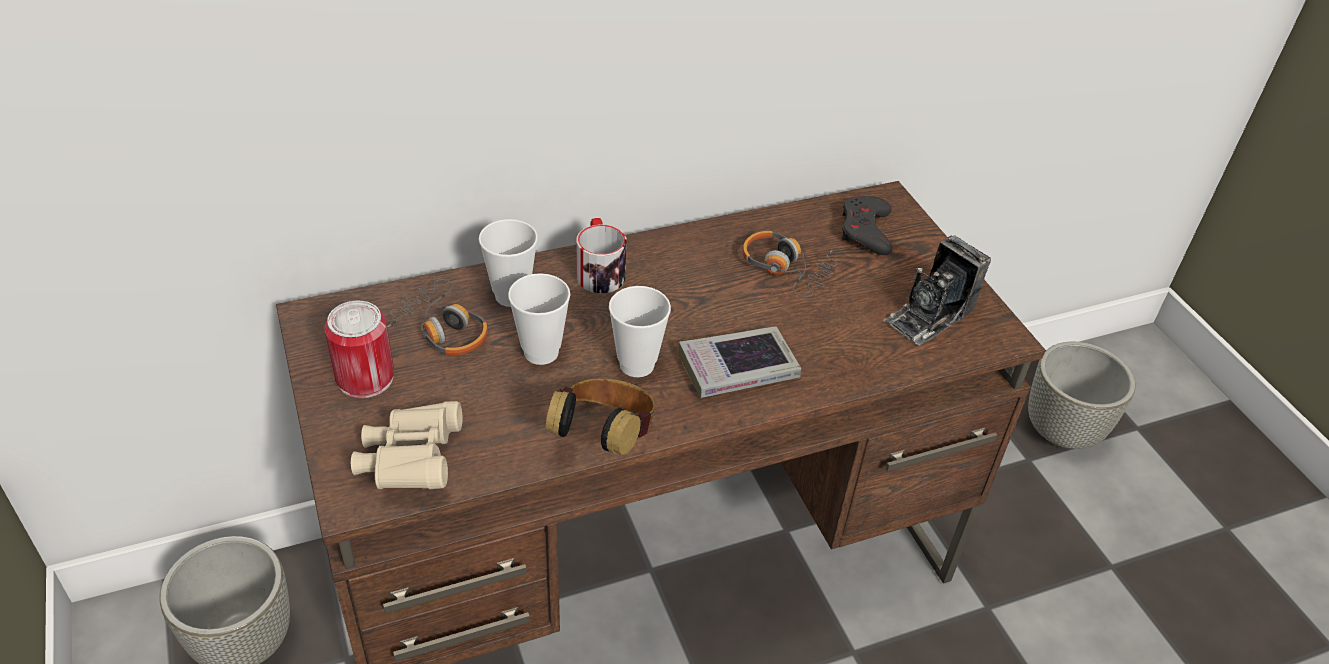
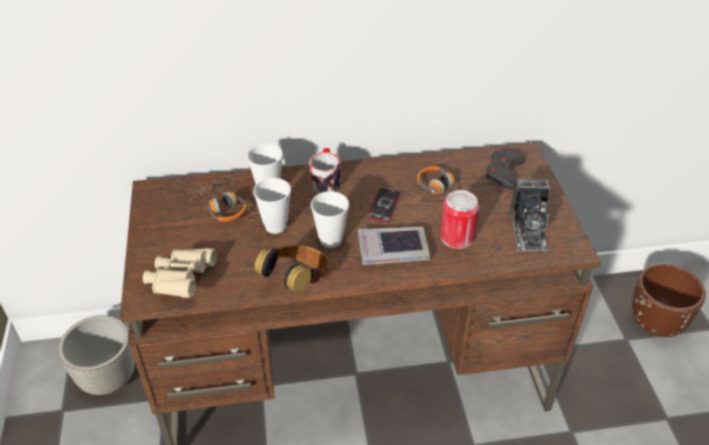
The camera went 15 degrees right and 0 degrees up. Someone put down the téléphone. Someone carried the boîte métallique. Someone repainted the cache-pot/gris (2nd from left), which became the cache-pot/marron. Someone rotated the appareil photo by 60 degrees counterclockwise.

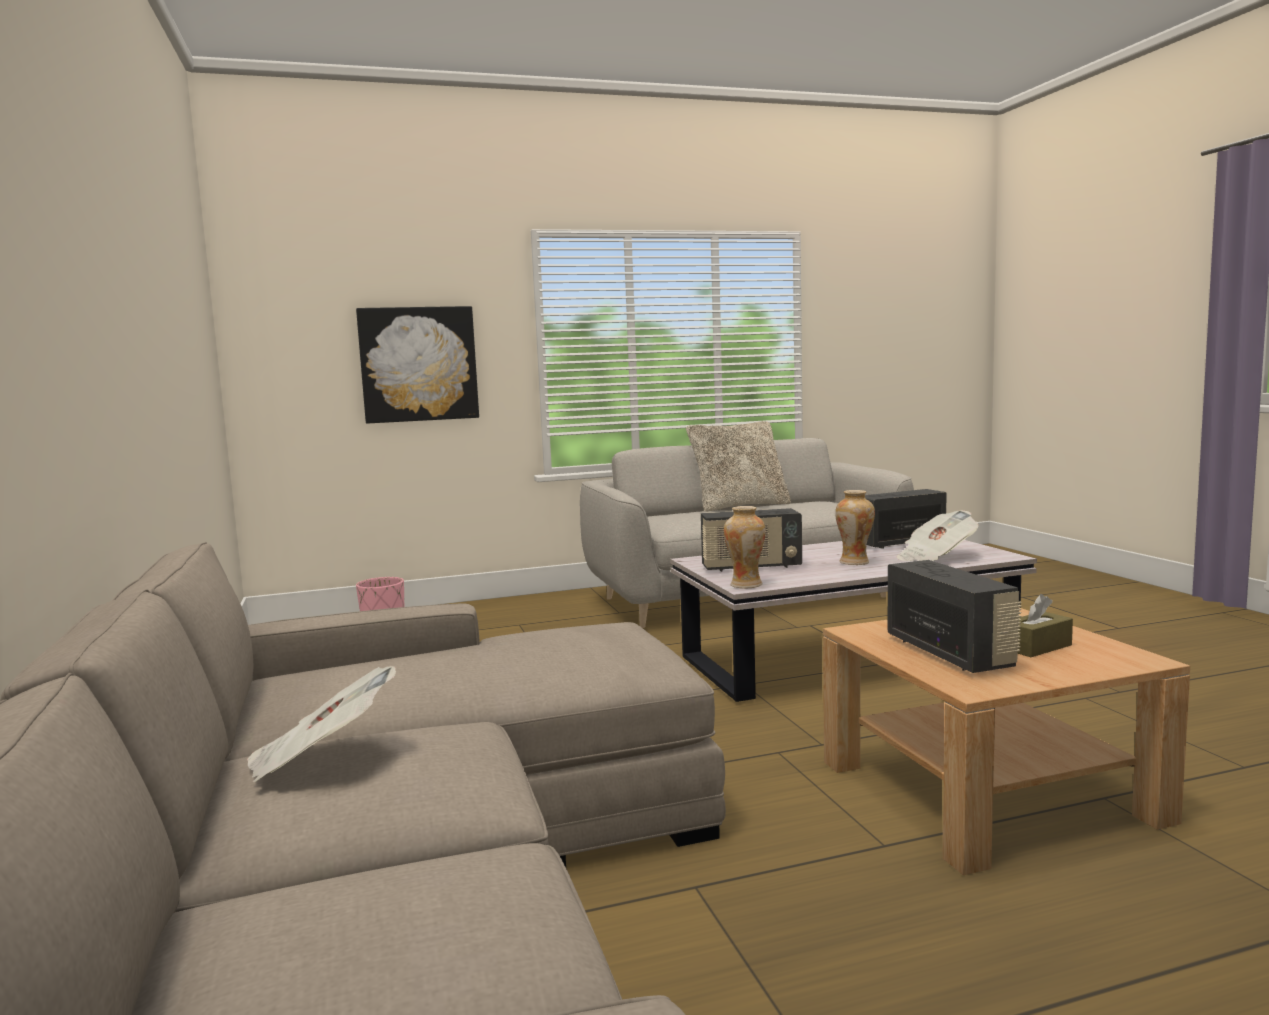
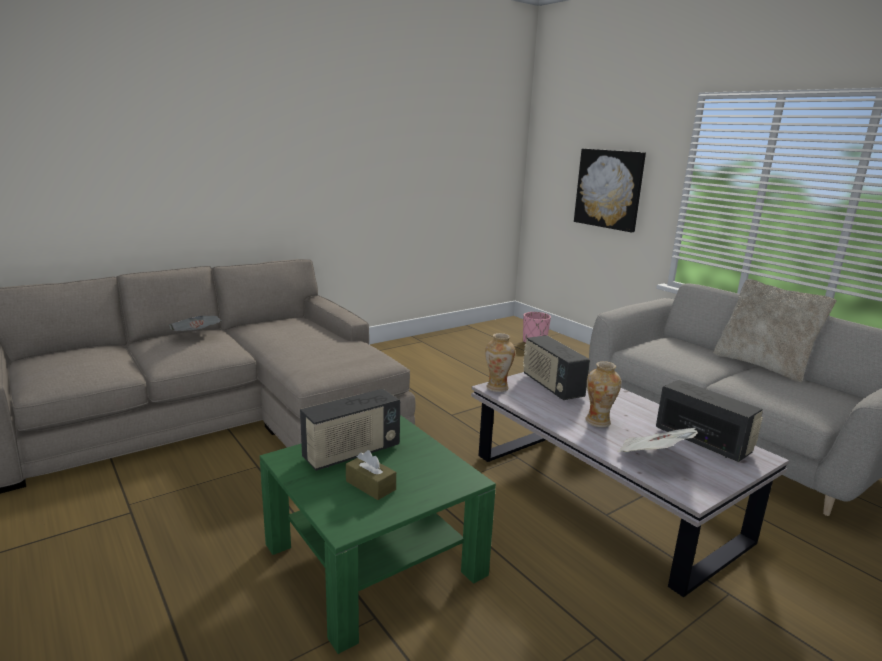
The camera went 70 degrees right and 10 degrees up. Someone repainted the table basse/marron, which became the table basse/vert.

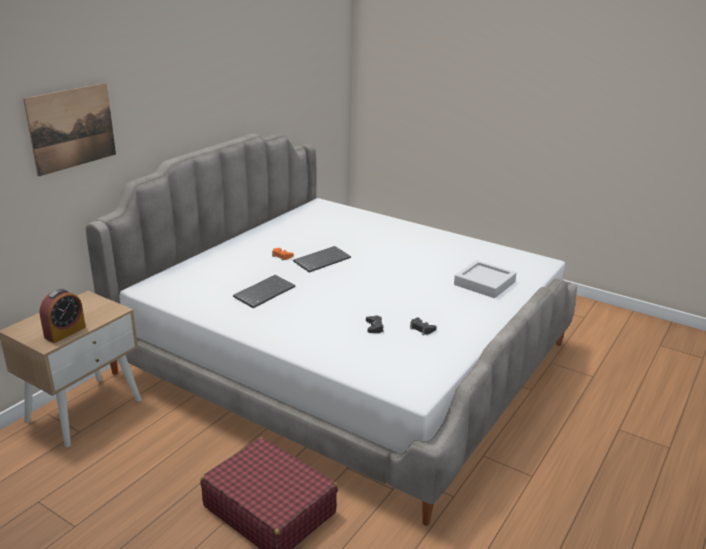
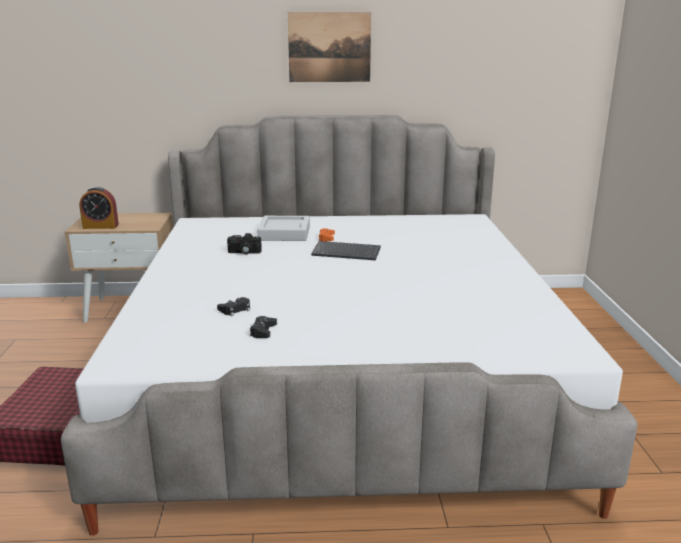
The camera went 55 degrees right and 5 degrees down. Someone carried the tableau. Someone carried the plateau/gris. Someone swapped the clavier (1st from left) for the appareil photo.

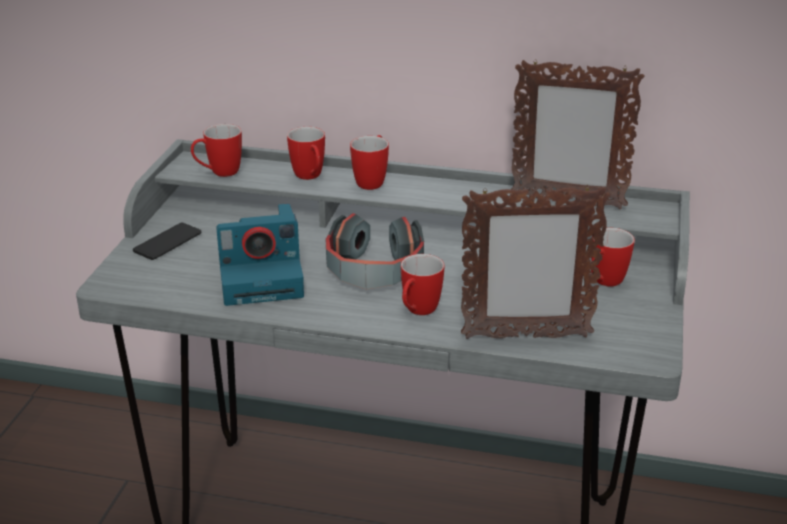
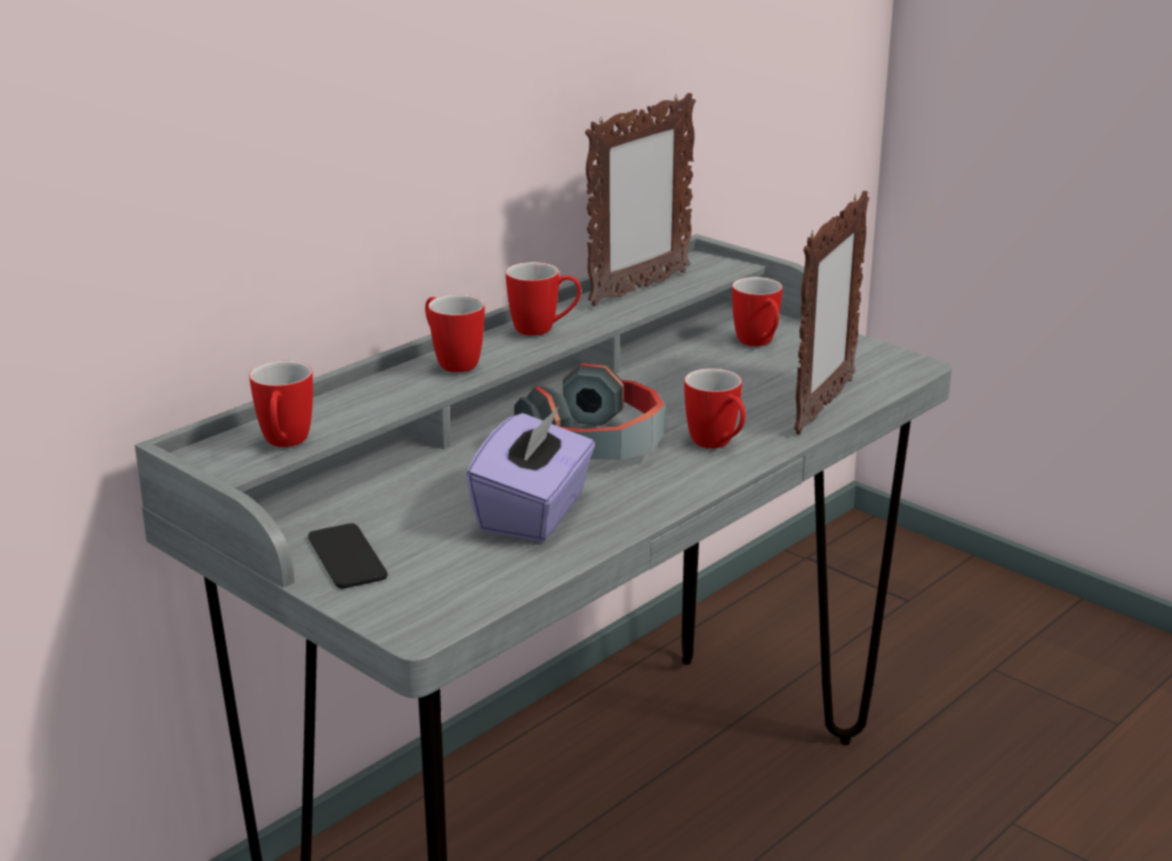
The camera went 60 degrees left and 5 degrees down. Someone carried the mug (2nd from left in the first image). Someone swapped the appareil photo for the boîte à mouchoirs/violet.

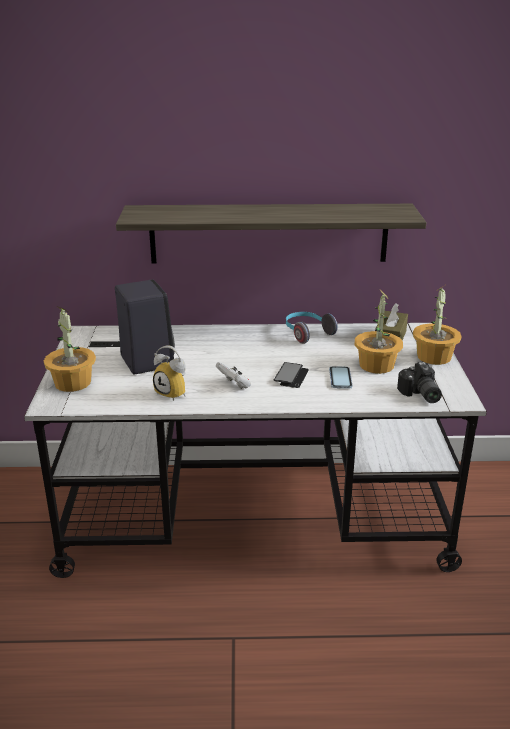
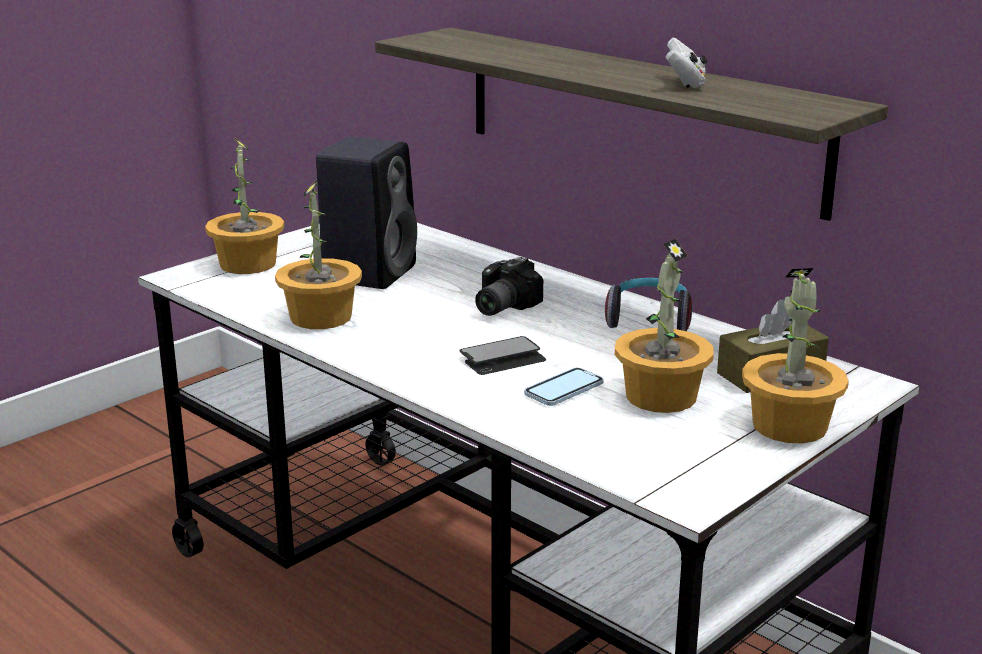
The camera went 45 degrees right and 5 degrees down. Someone carried the manette/blanc. Someone carried the appareil photo. Someone swapped the réveil for the plante en pot (2nd from left).

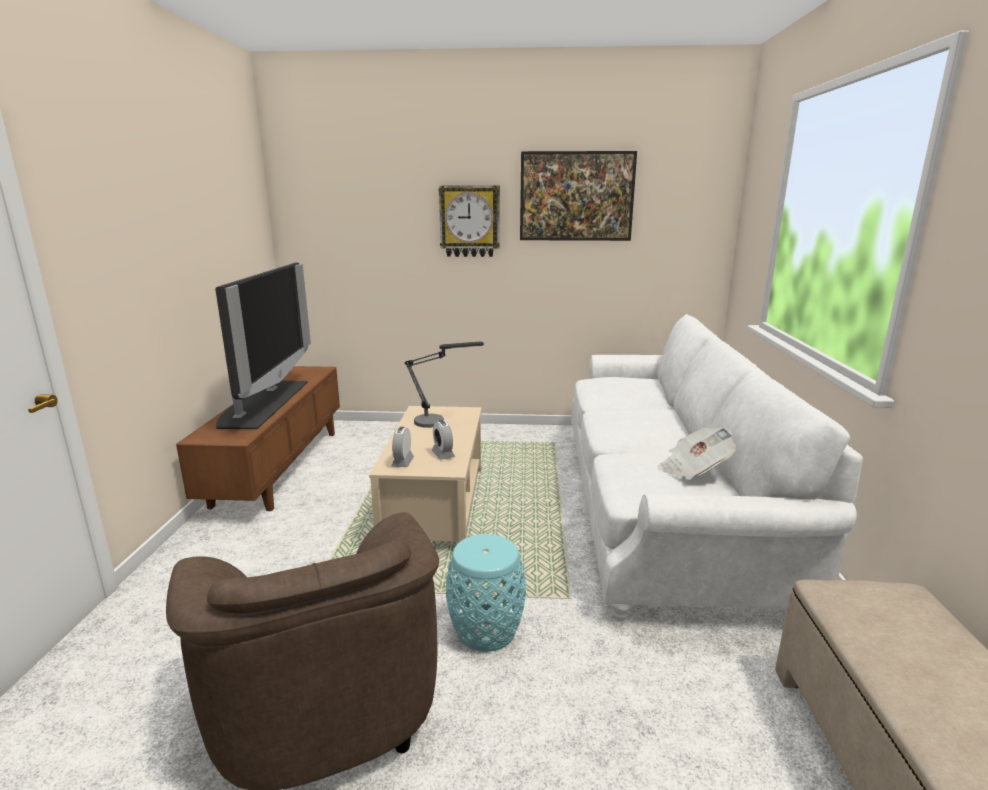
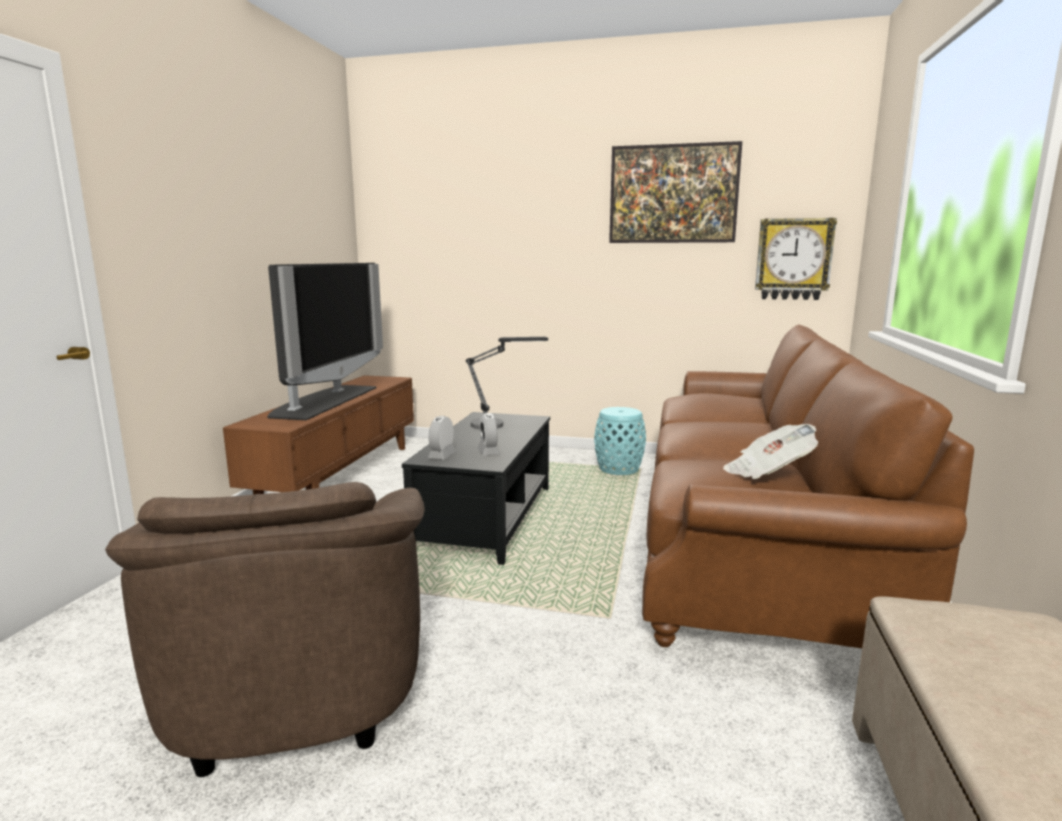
The camera went 10 degrees right and 5 degrees down. Someone carried the horloge murale. Someone carried the tabouret/turquoise. Someone repainted the table basse/beige, which became the table basse/noir. Someone repainted the canapé/blanc, which became the canapé/marron.

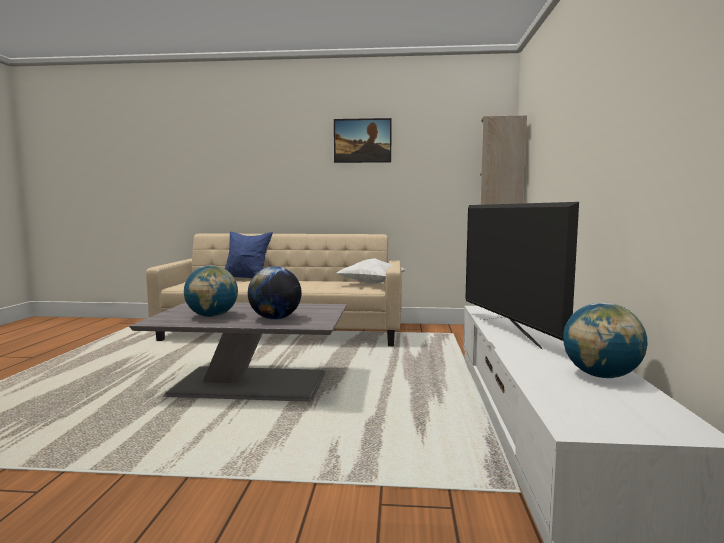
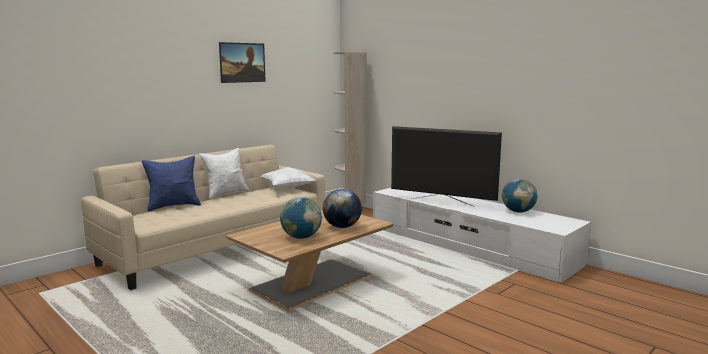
The camera went 50 degrees left and 5 degrees up. Someone put down the coussin/blanc (1st from left). Someone repainted the table basse/gris, which became the table basse/marron.

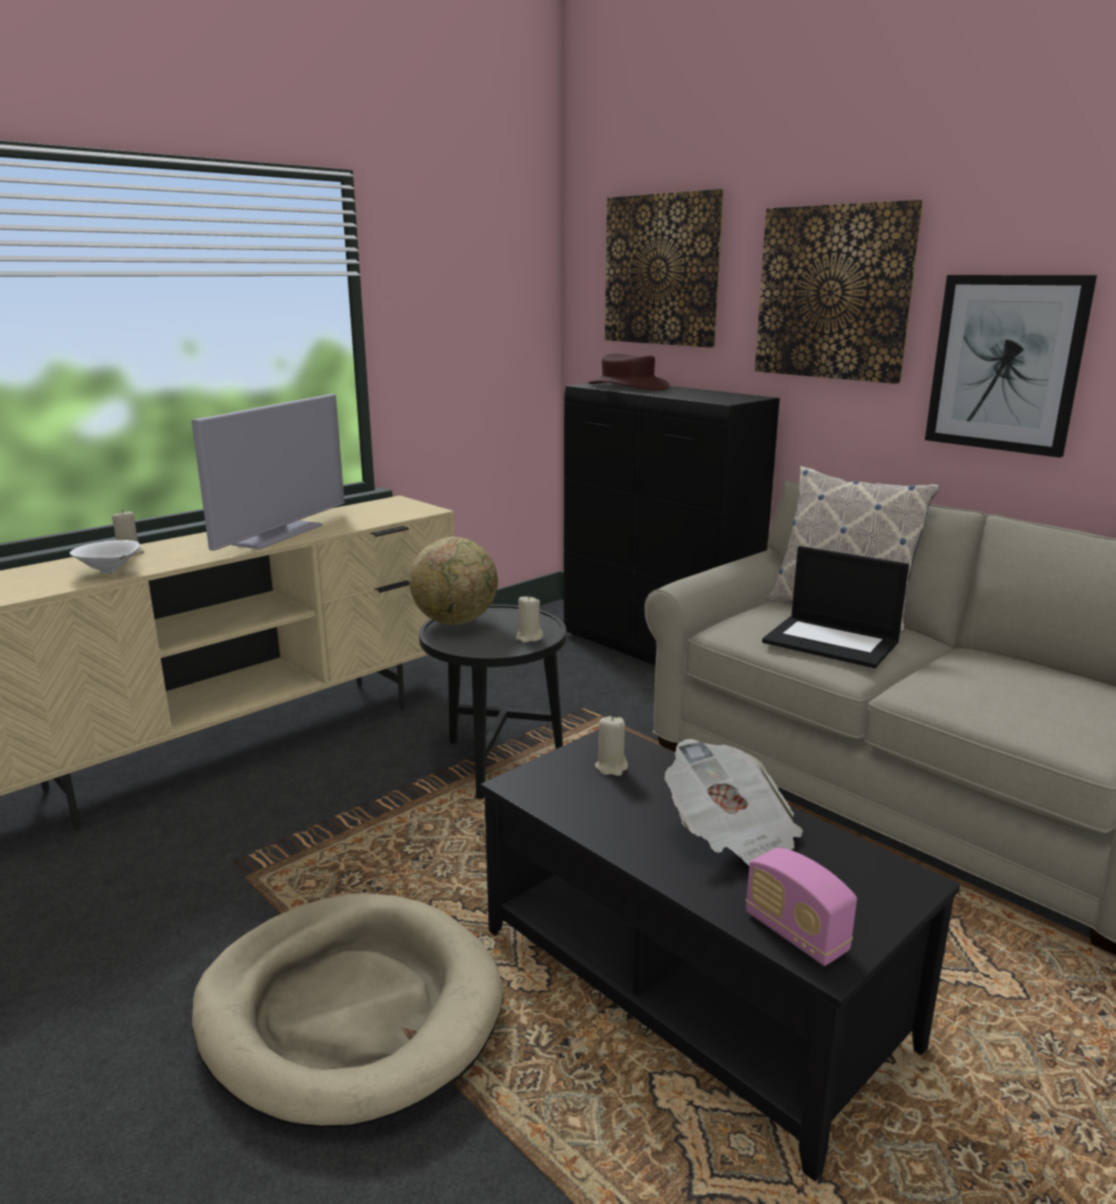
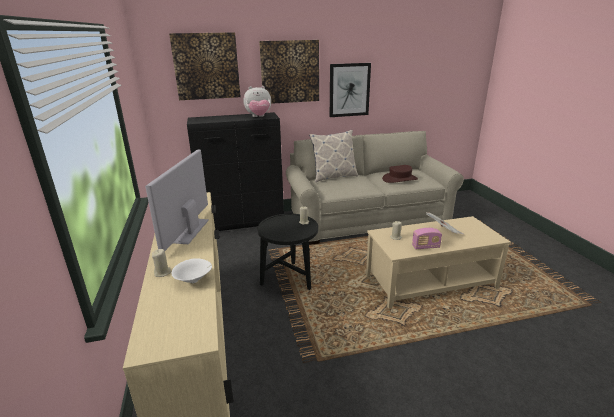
The camera went 60 degrees left and 5 degrees up. Someone took away the panier pour chien/beige. Someone took away the globe. Someone took away the ordinateur portable. Someone put down the peluche. Someone carried the chapeau/marron. Someone carried the radio. Someone repainted the table basse/noir, which became the table basse/beige. Someone rotated the téléviseur by 135 degrees counterclockwise.

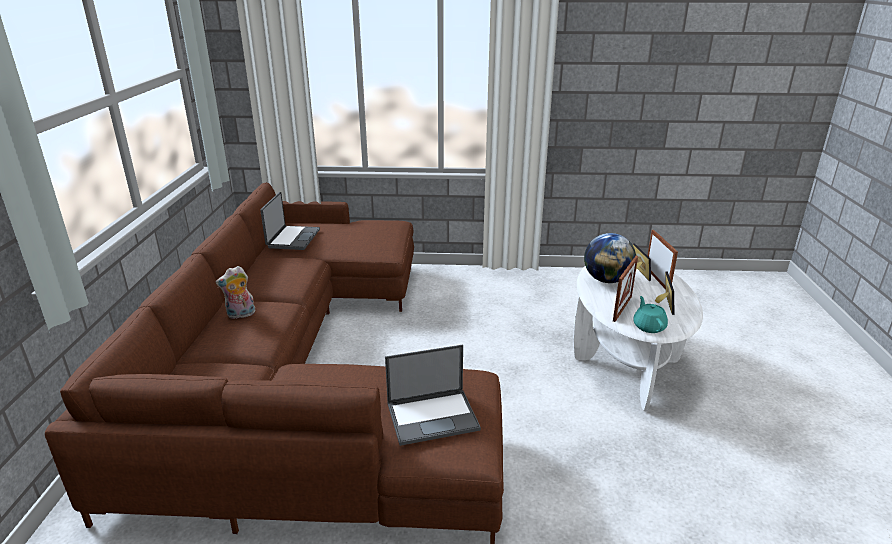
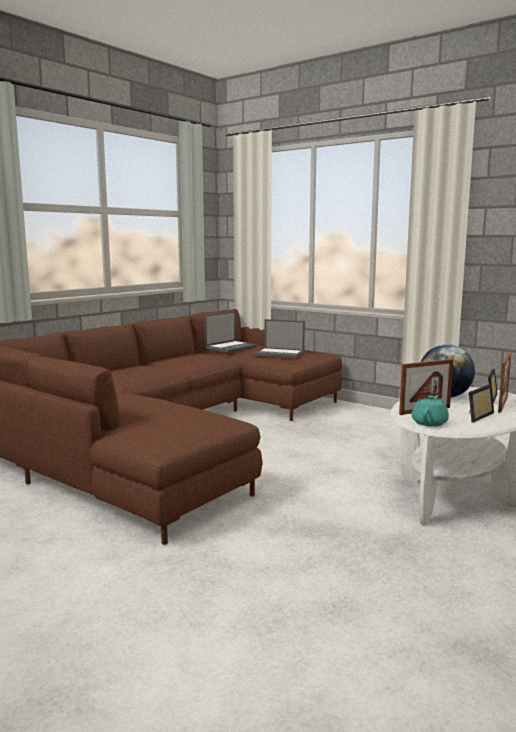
The camera went 35 degrees right and 15 degrees down. Someone took away the peluche. Someone carried the ordinateur portable (2nd from left).

